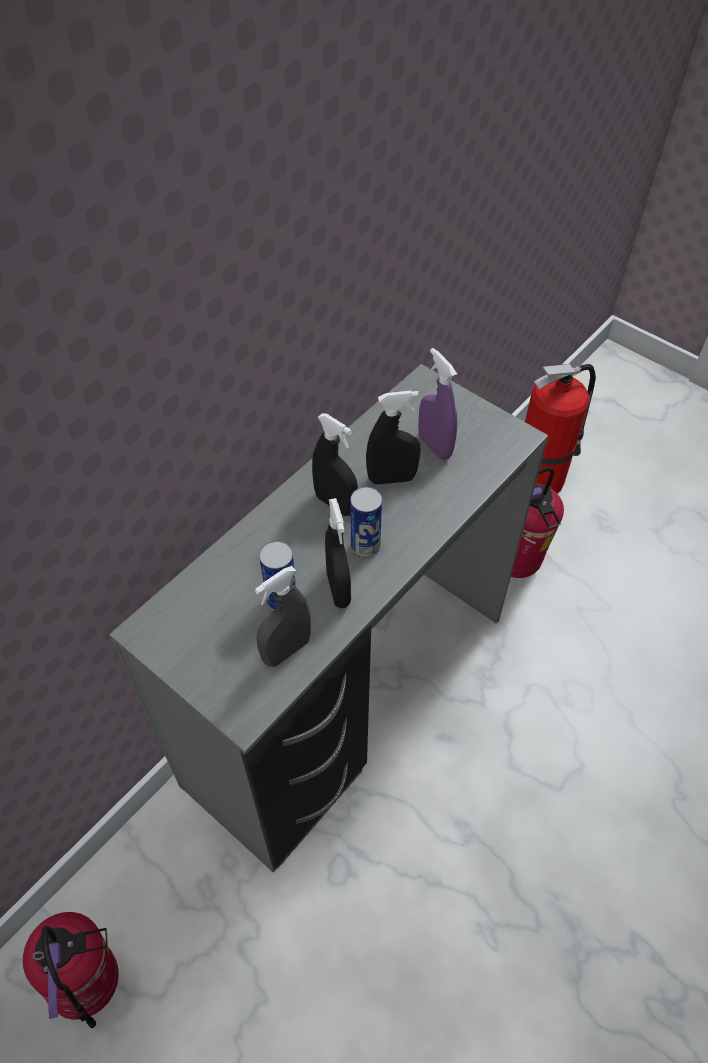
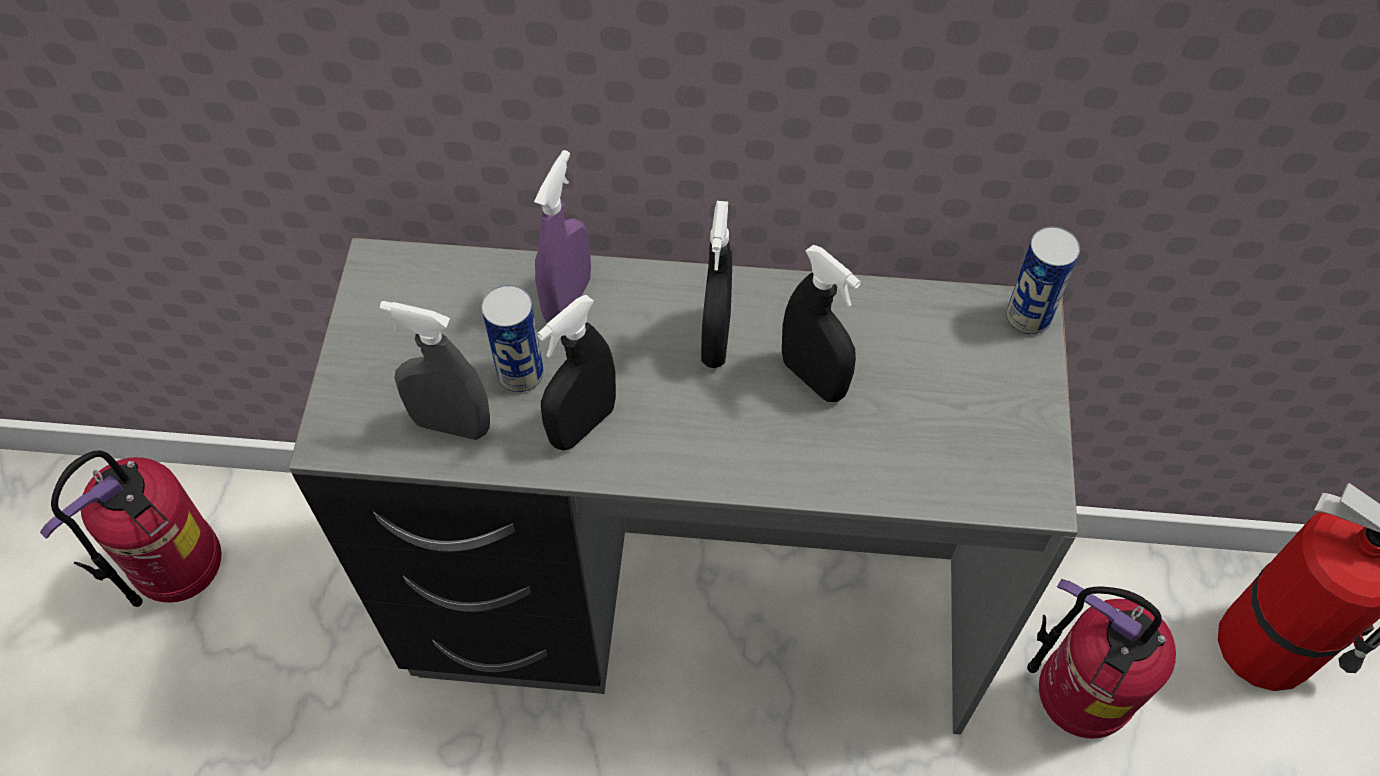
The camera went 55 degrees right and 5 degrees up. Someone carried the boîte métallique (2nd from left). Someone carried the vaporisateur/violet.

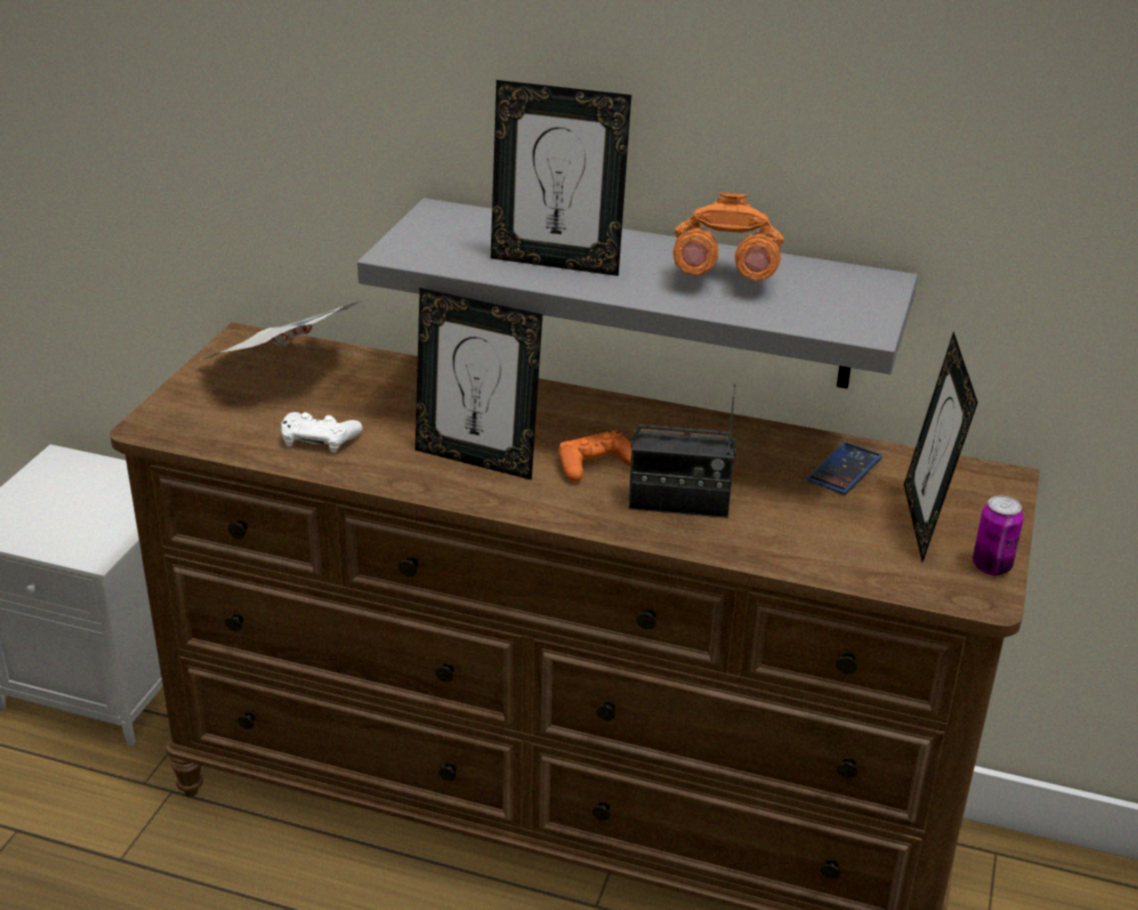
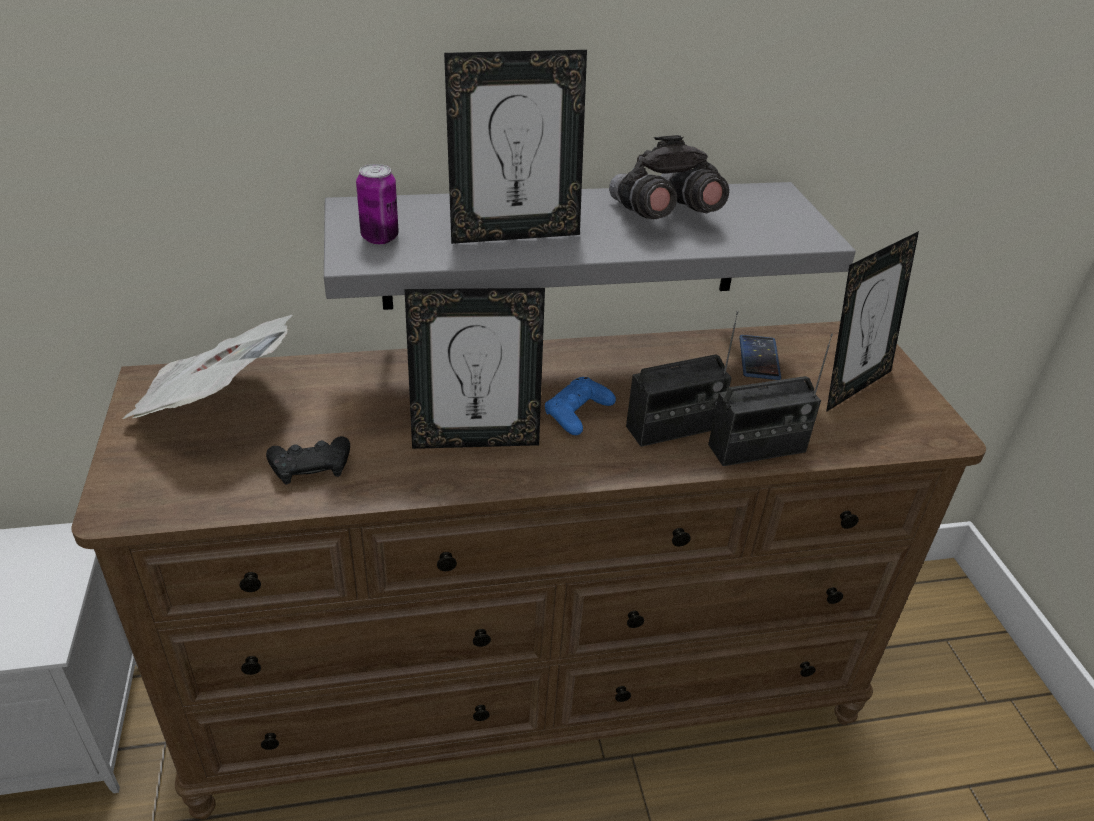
The camera went 30 degrees left and 5 degrees up. Someone put down the radio (2nd from left). Someone carried the boîte métallique. Someone repainted the manette/blanc, which became the manette/noir. Someone repainted the manette/orange, which became the manette/bleu. Someone repainted the jumelles/orange, which became the jumelles/gris. Someone rotated the cadre photo (3rd from left) by 105 degrees counterclockwise.

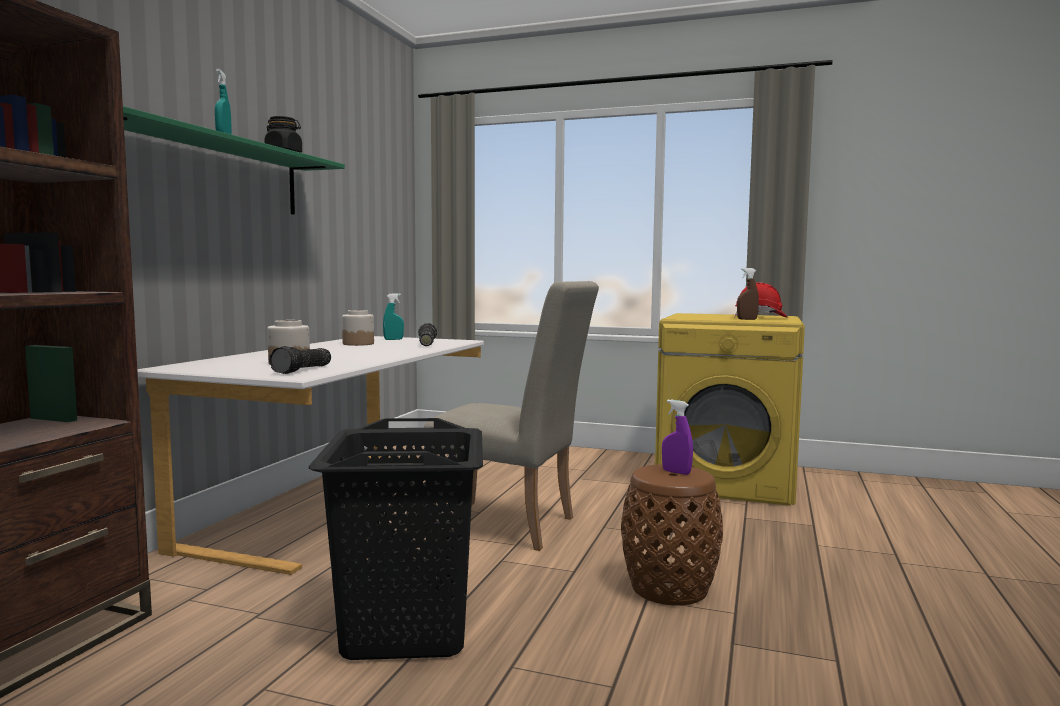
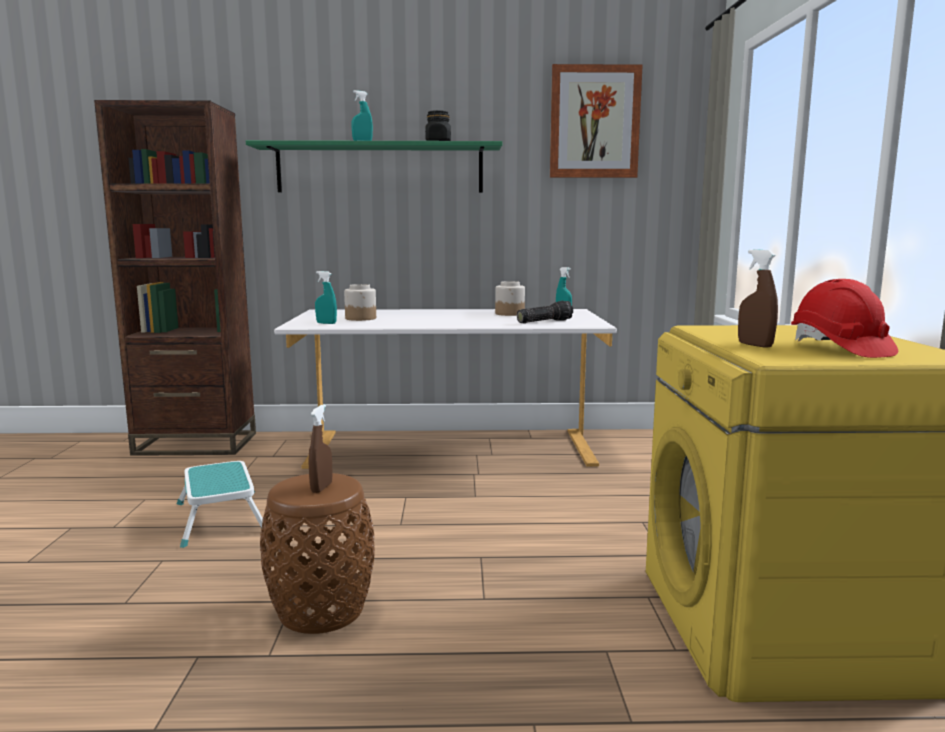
The camera went 70 degrees right and 5 degrees up. Someone took away the chaise/beige. Someone put up the tableau. Someone swapped the lampe de poche (1st from left) for the vaporisateur/turquoise (1st from left). Someone swapped the panier à linge/noir for the escabeau/turquoise. Someone repainted the vaporisateur/violet, which became the vaporisateur/marron (1st from left).

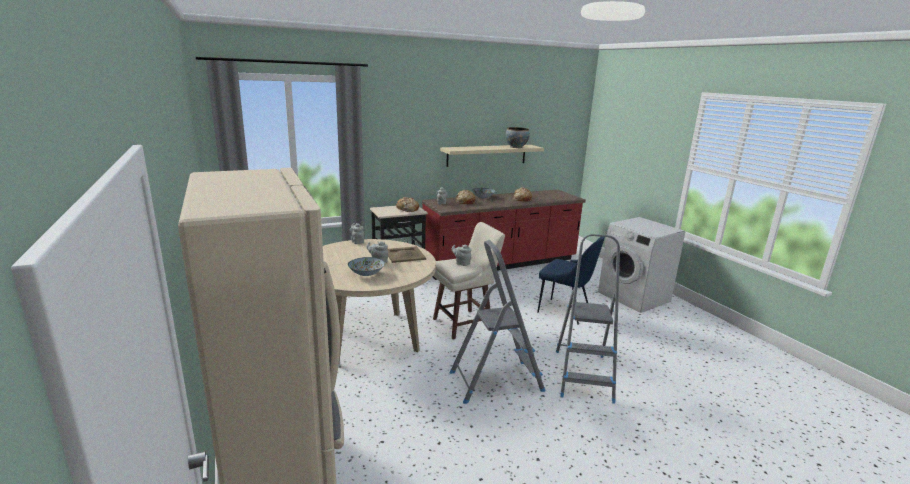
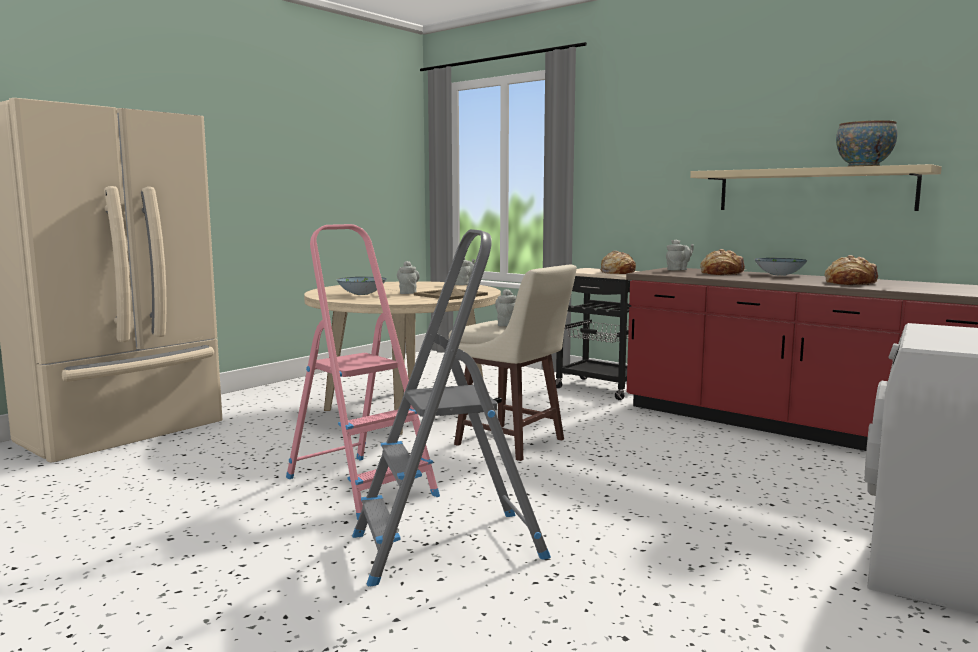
The camera went 65 degrees right and 10 degrees down. Someone took away the chaise/bleu. Someone repainted the escabeau/gris (1st from left), which became the escabeau/rose.

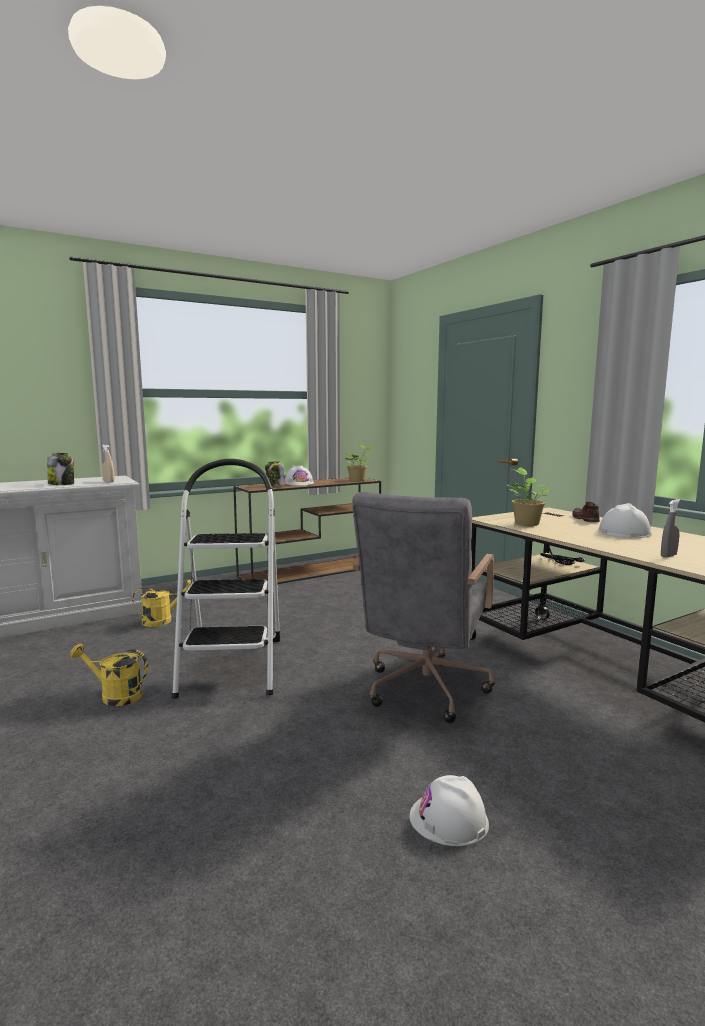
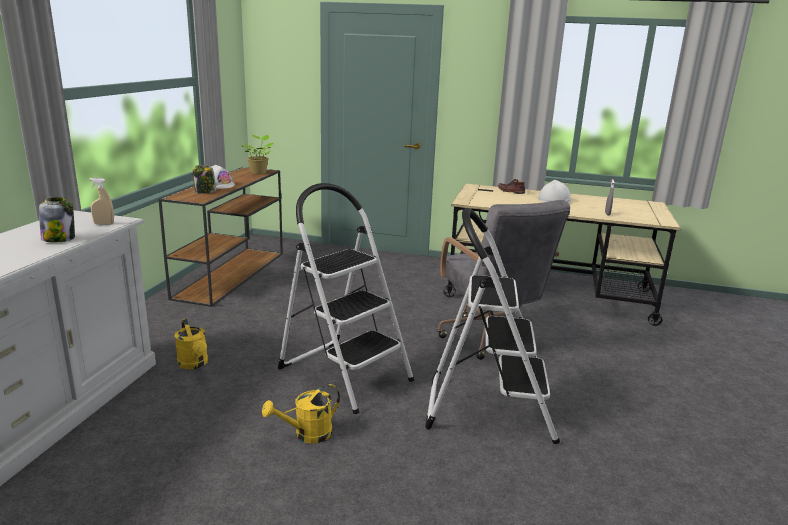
The camera went 45 degrees left and 10 degrees up. Someone took away the casque de chantier/blanc (2nd from left). Someone took away the plante en pot (2nd from left). Someone put down the escabeau (2nd from left). Someone rotated the arrosoir/jaune (2nd from left in the first image) by 135 degrees clockwise.

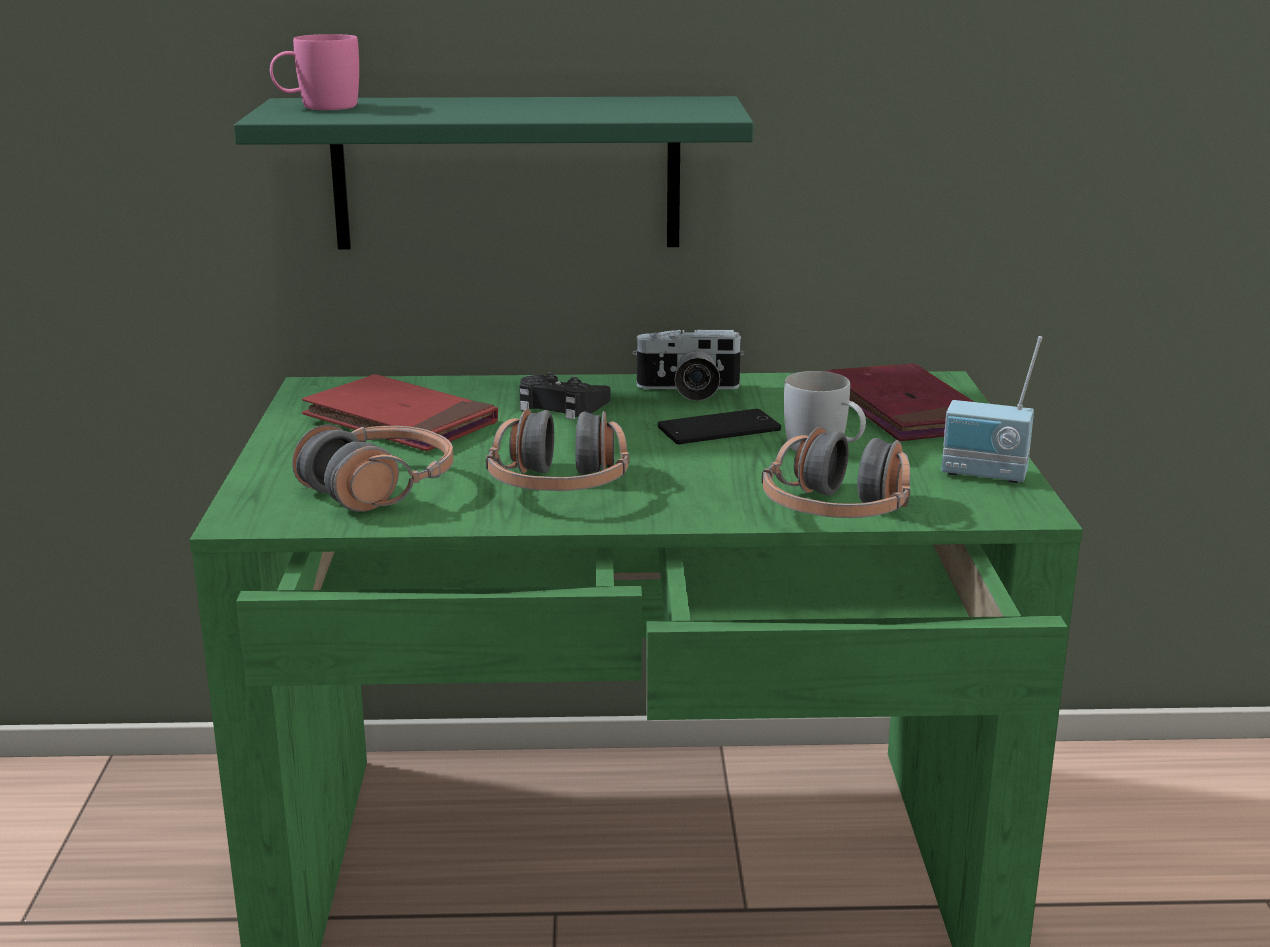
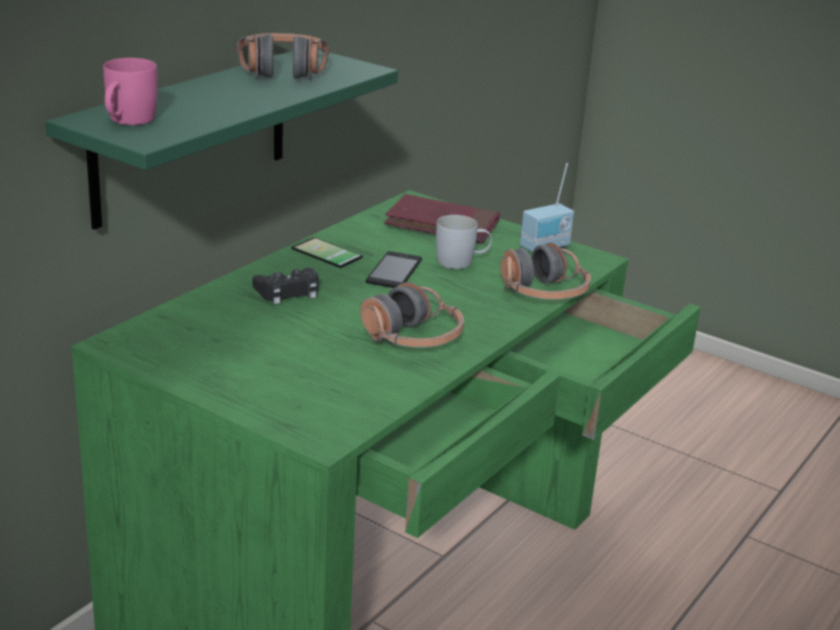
The camera went 55 degrees left and 5 degrees up. Someone took away the livre/rouge (1st from left). Someone carried the casque audio (1st from left). Someone swapped the appareil photo for the téléphone (1st from left).

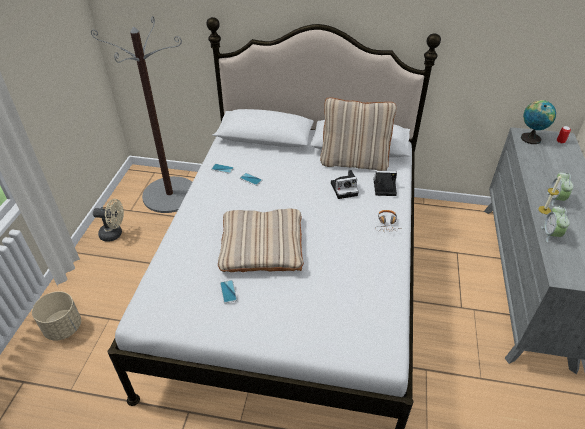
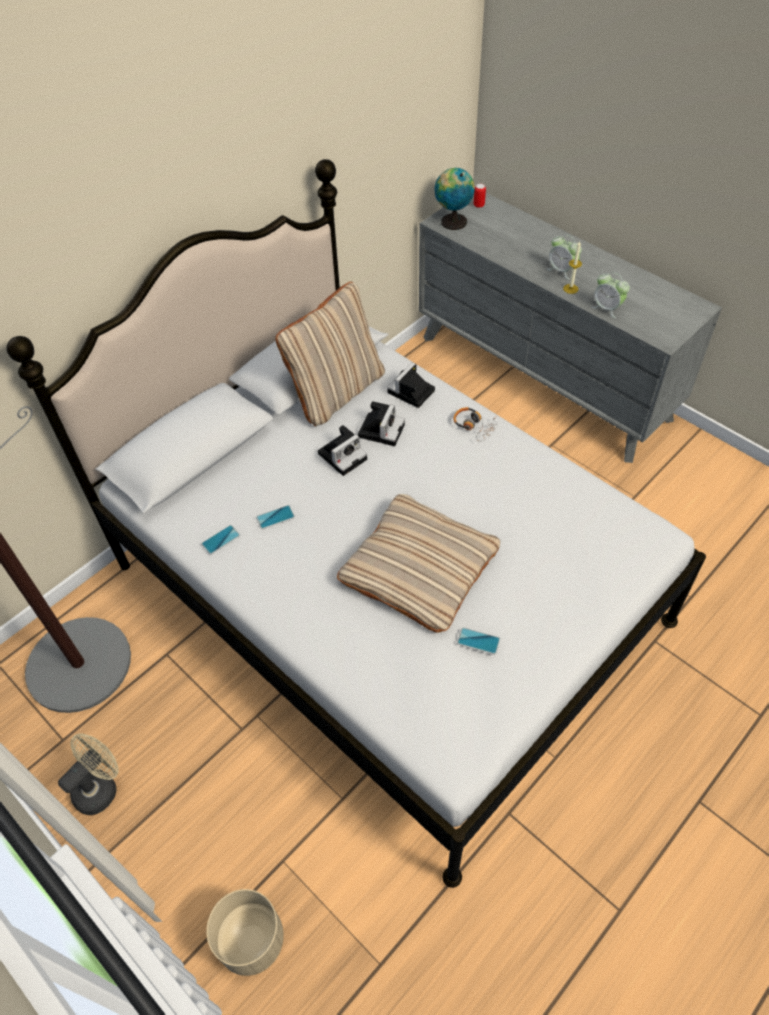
The camera went 55 degrees left and 10 degrees up. Someone put down the appareil photo (1st from left).

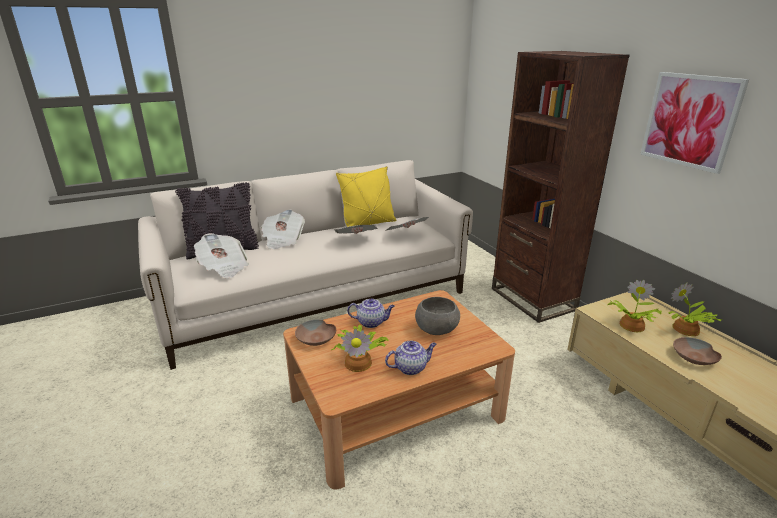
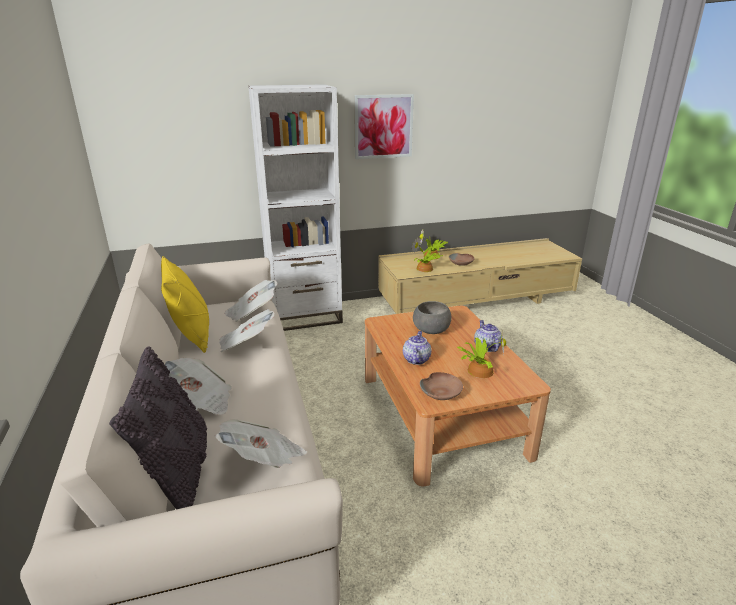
The camera went 80 degrees left and 0 degrees up. Someone repainted the bibliothèque/marron, which became the bibliothèque/blanc.

